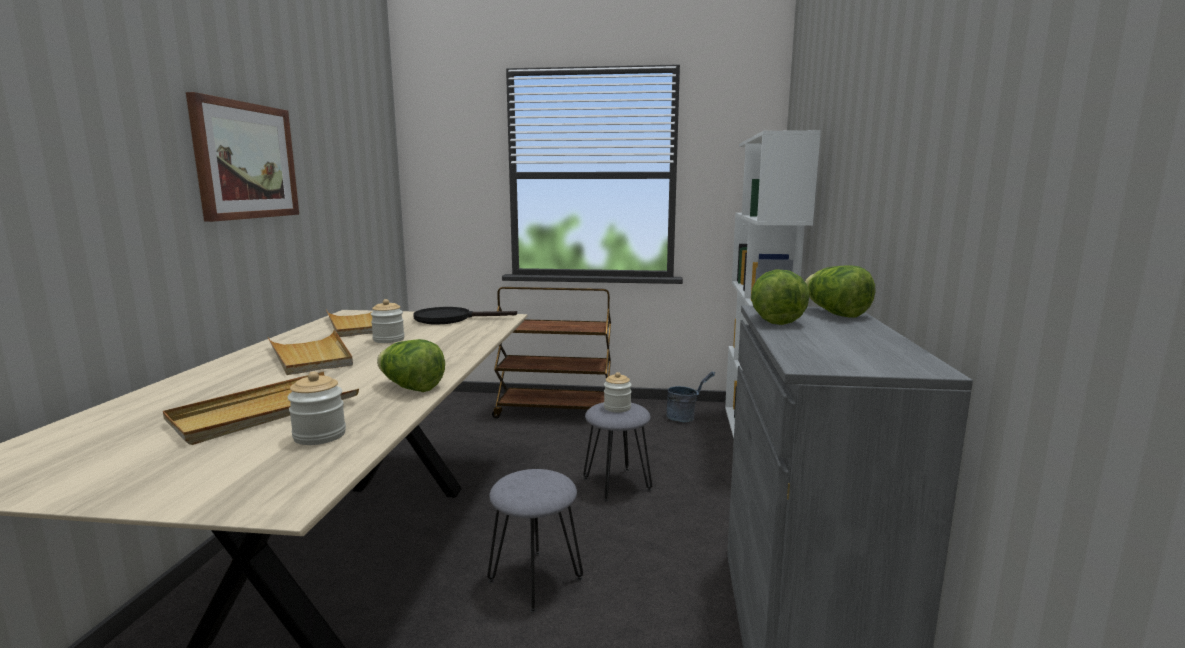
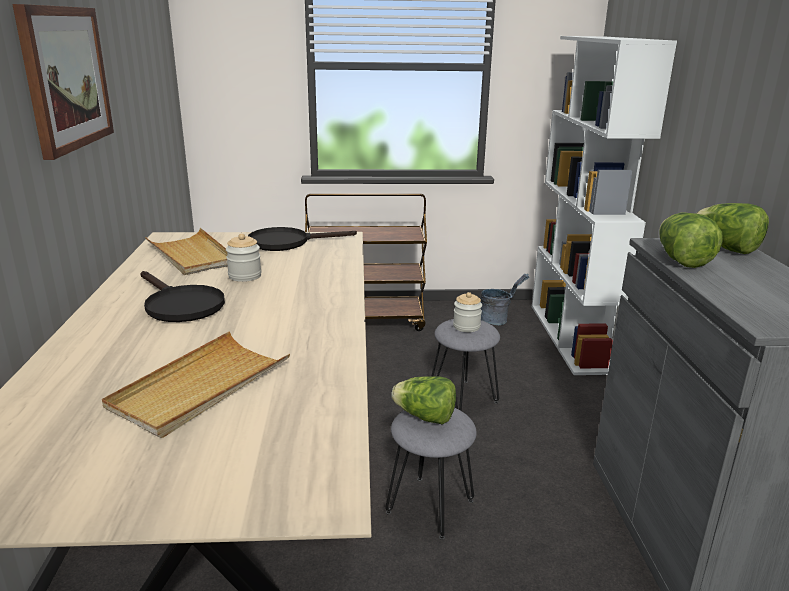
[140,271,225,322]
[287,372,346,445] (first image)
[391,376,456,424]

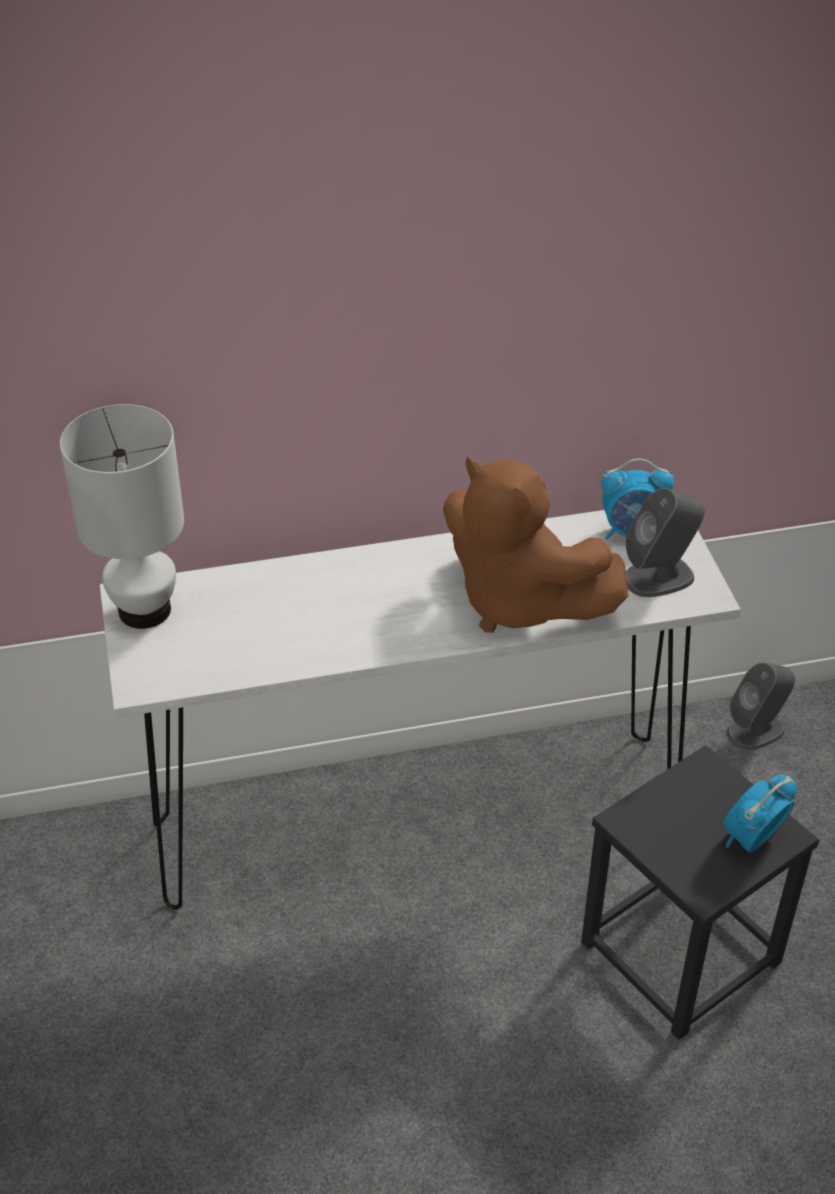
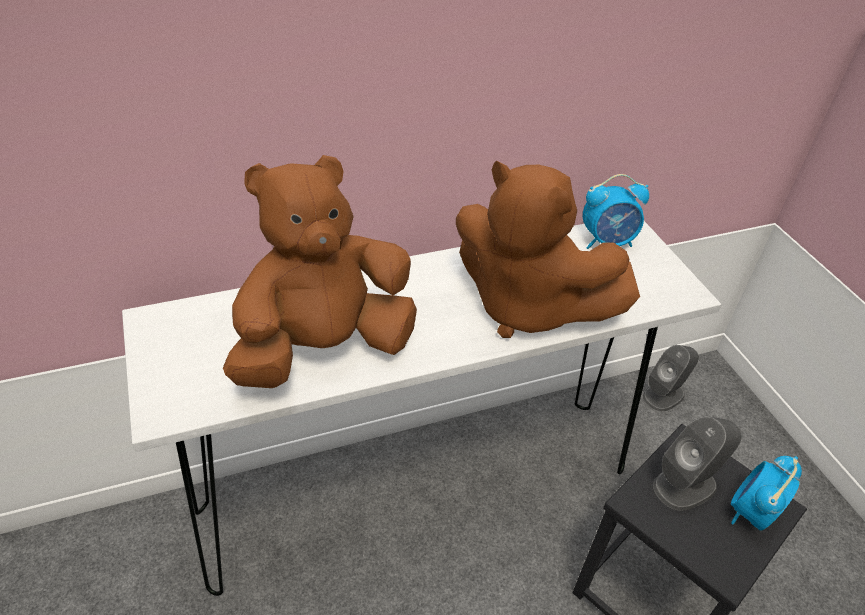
[60,404,184,629] (first image)
[653,416,741,511]
[223,155,417,388]

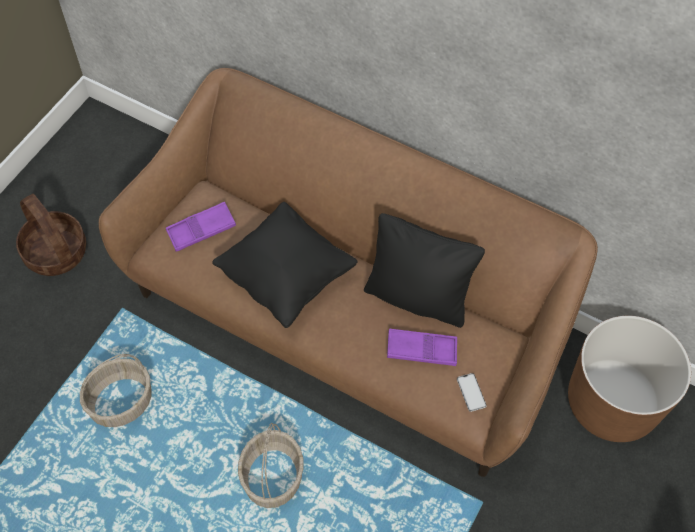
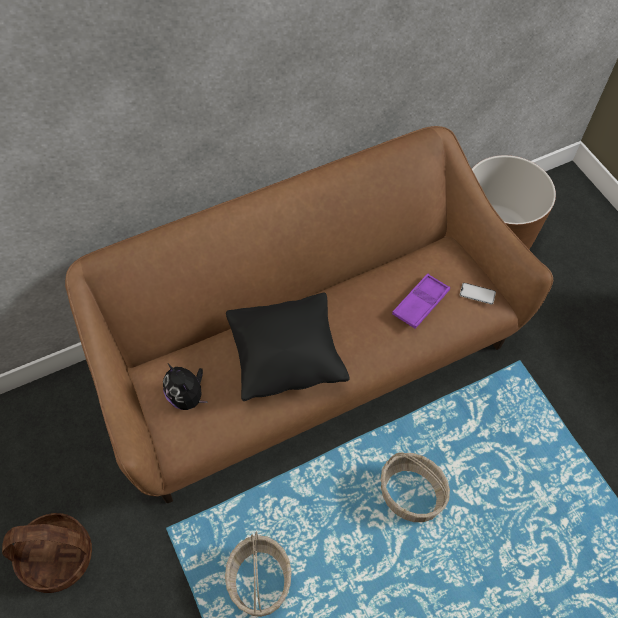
[163,363,208,410]
[364,213,485,328] (first image)

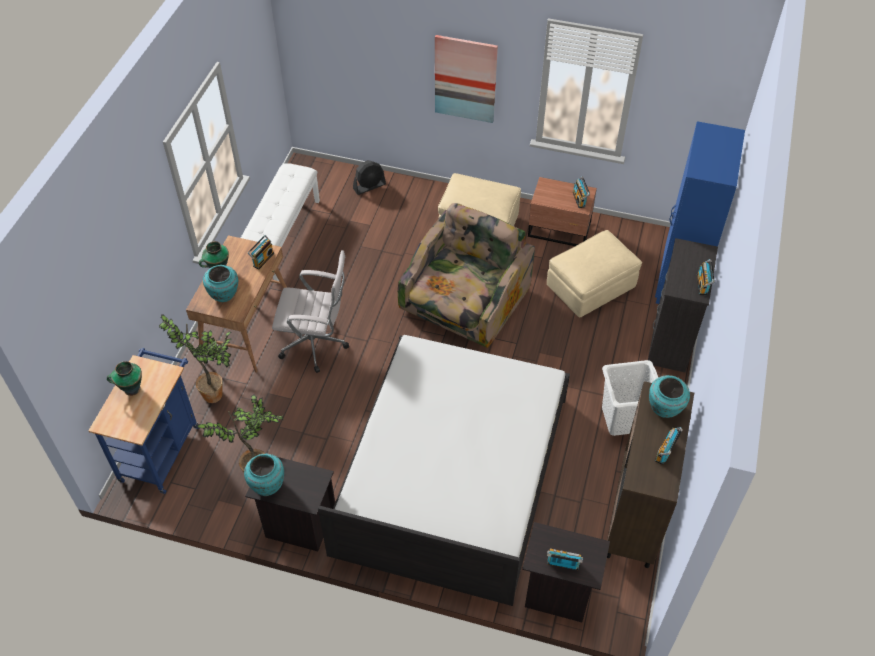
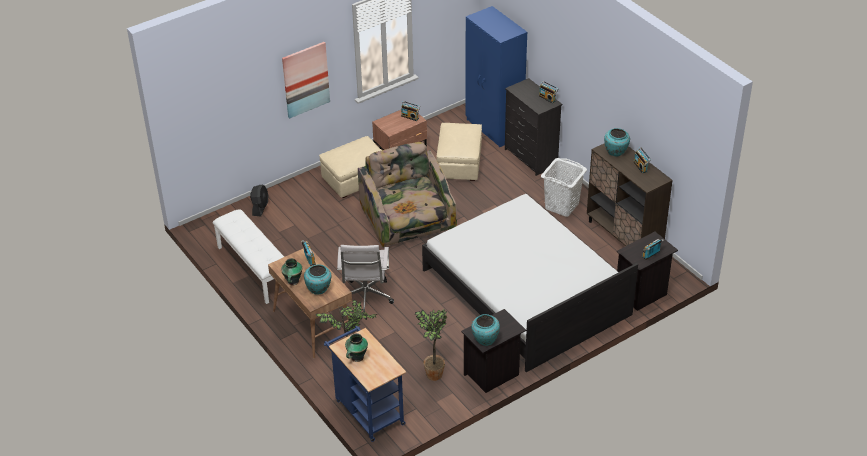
[337,245,394,317]

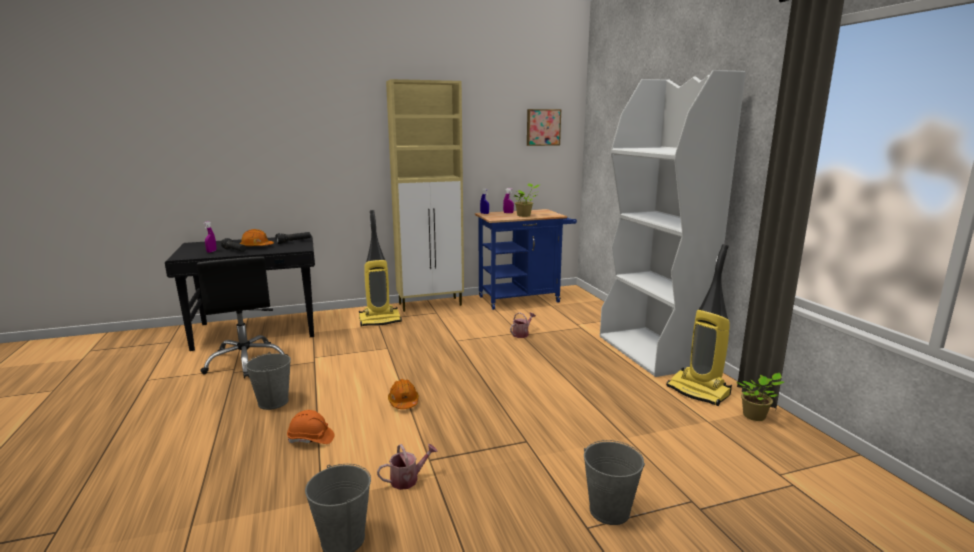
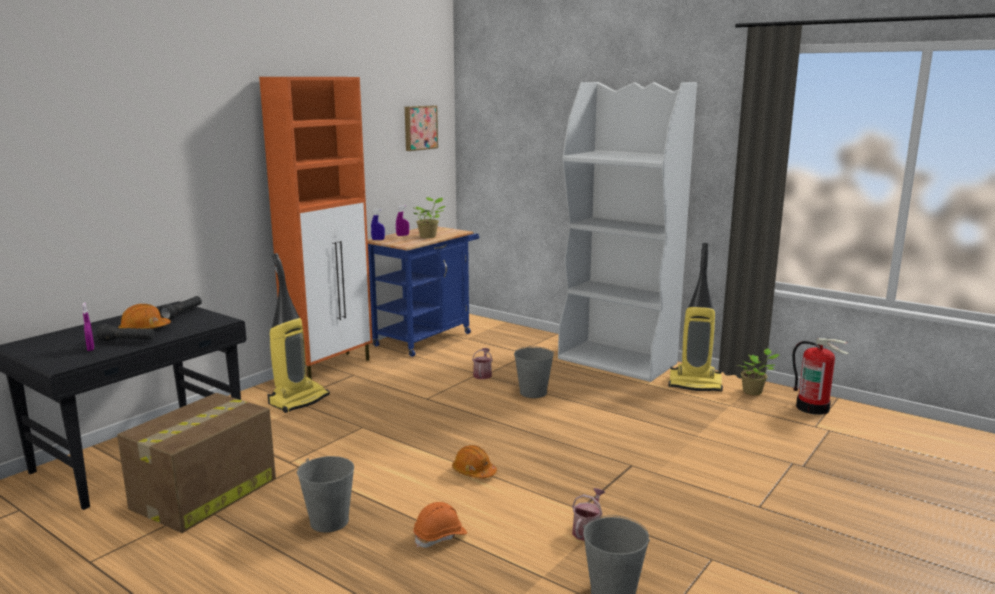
[117,393,276,533]
[259,77,373,380]
[514,346,554,398]
[792,338,850,415]

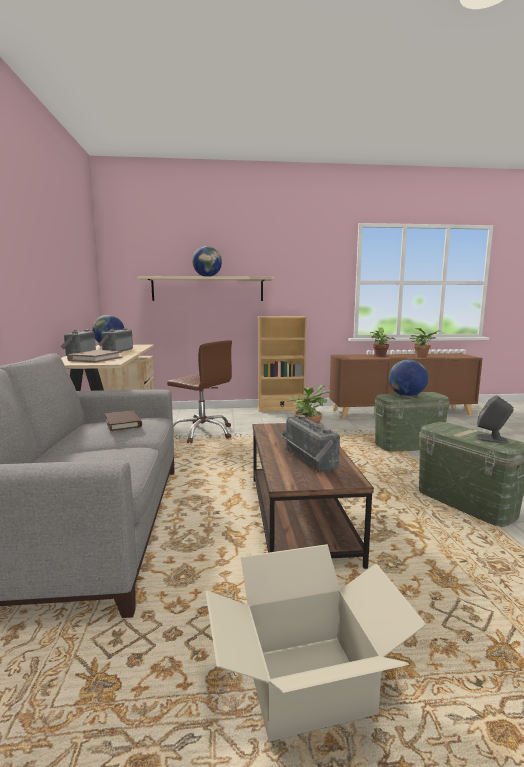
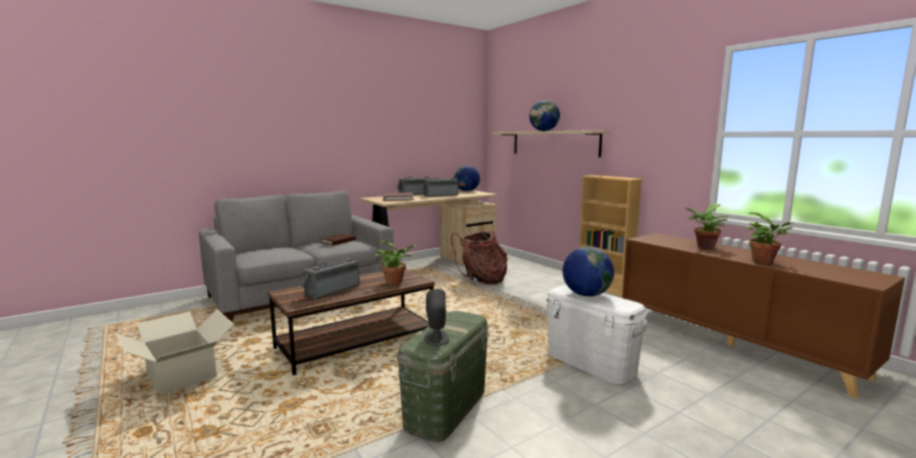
[451,231,508,284]
[546,284,648,384]

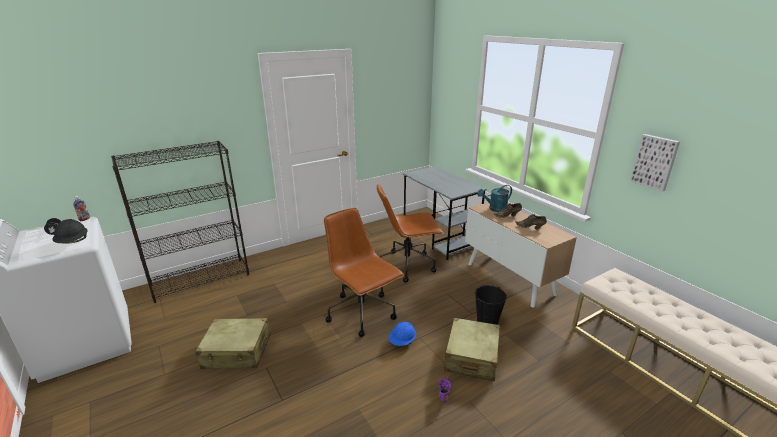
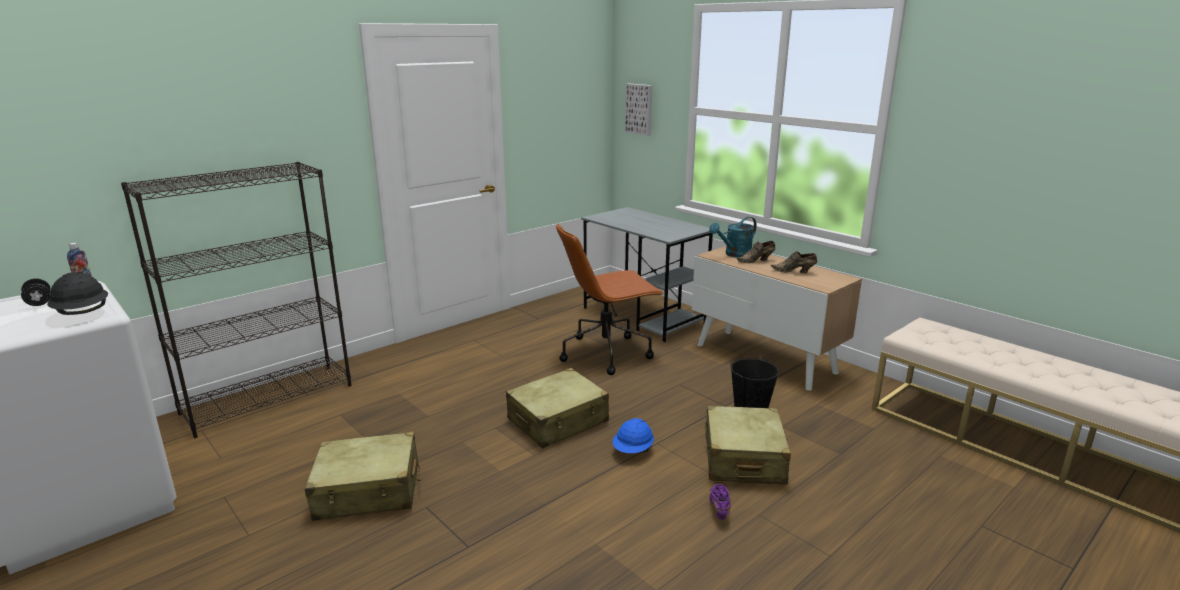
[506,368,609,448]
[625,84,652,136]

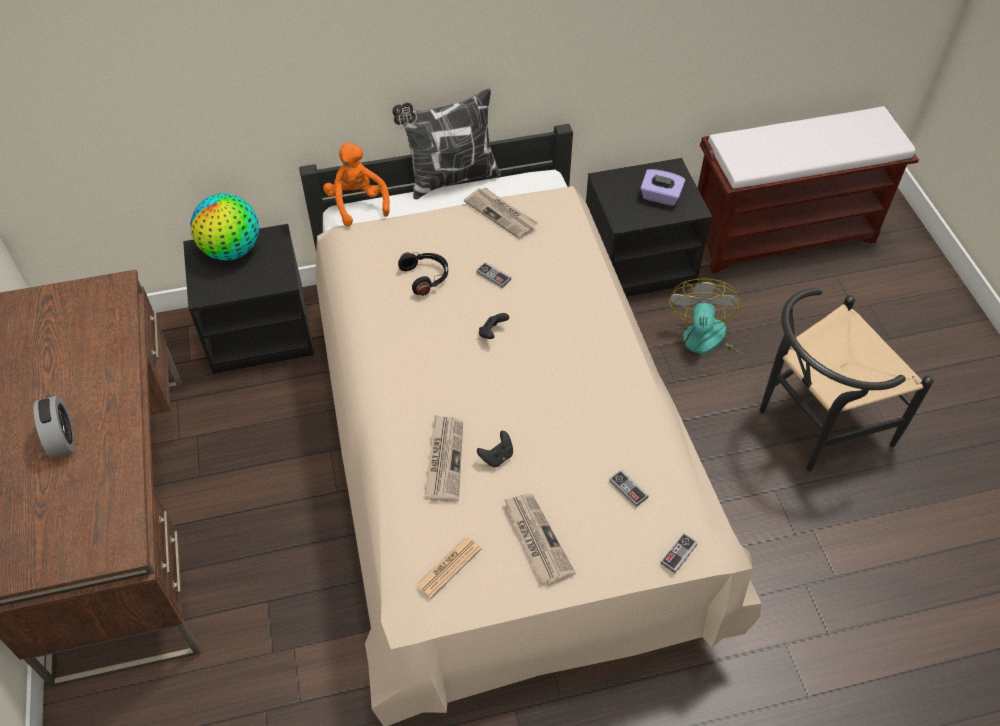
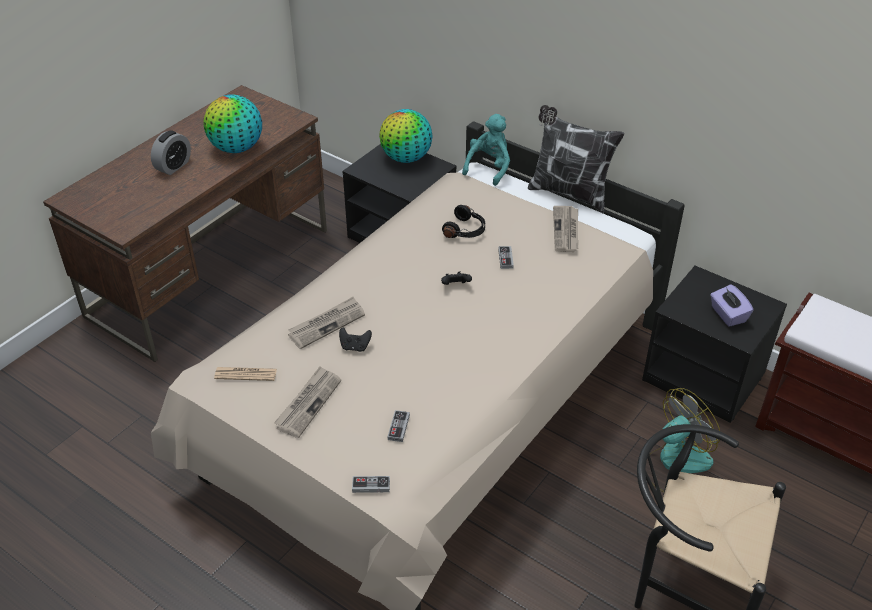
[462,114,510,186]
[204,94,262,153]

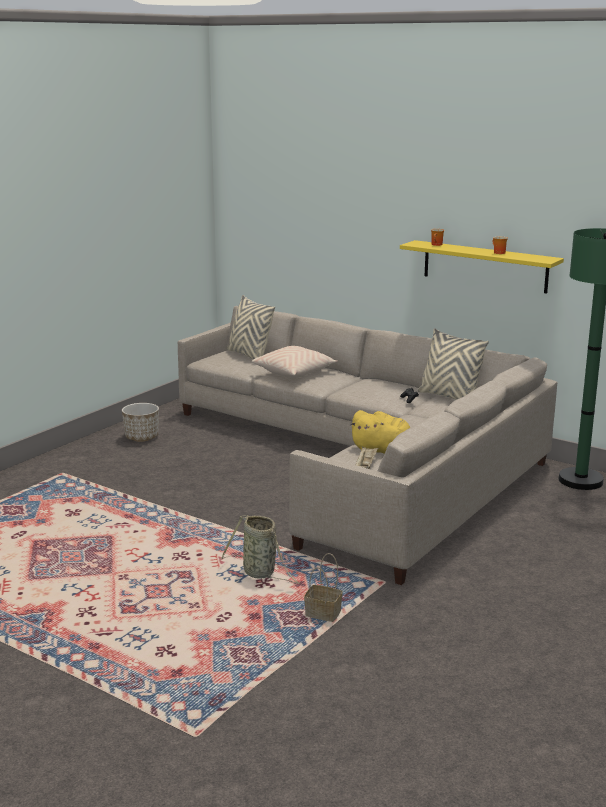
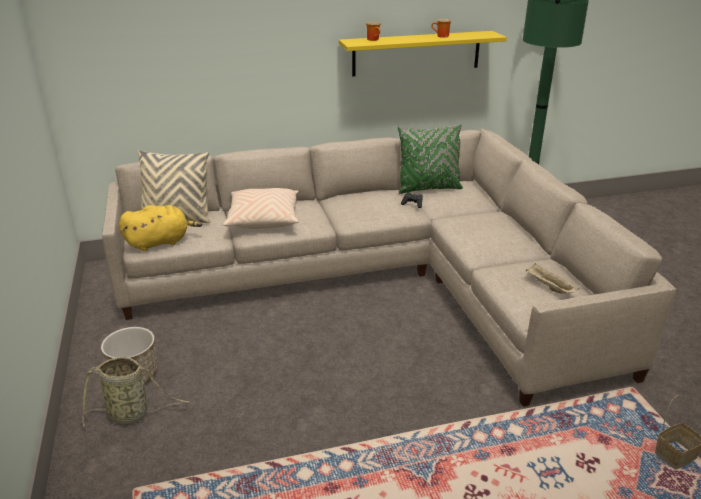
[82,357,190,426]
[119,205,202,251]
[398,125,463,194]

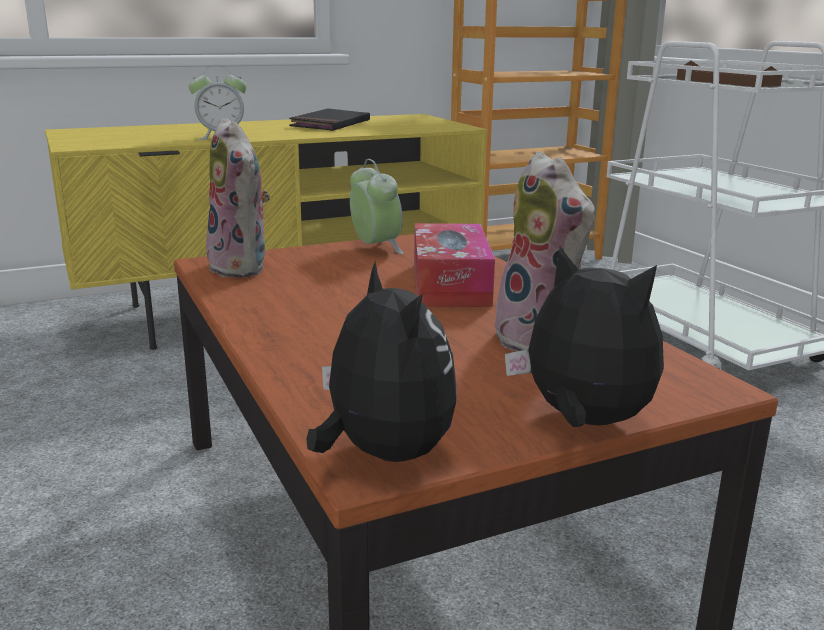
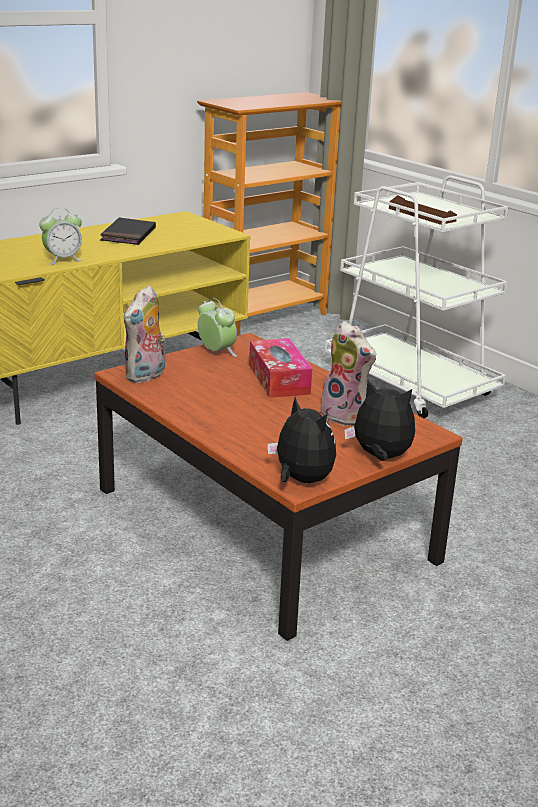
[124,285,165,383]

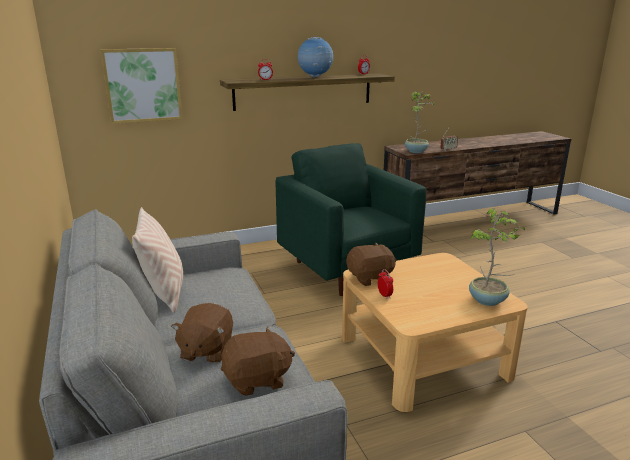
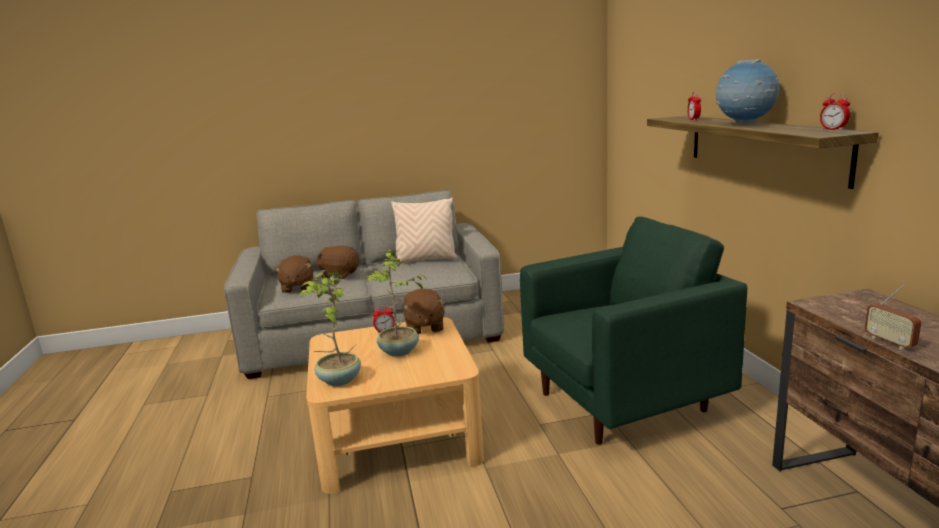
[101,48,183,124] (first image)
[366,250,426,357]

